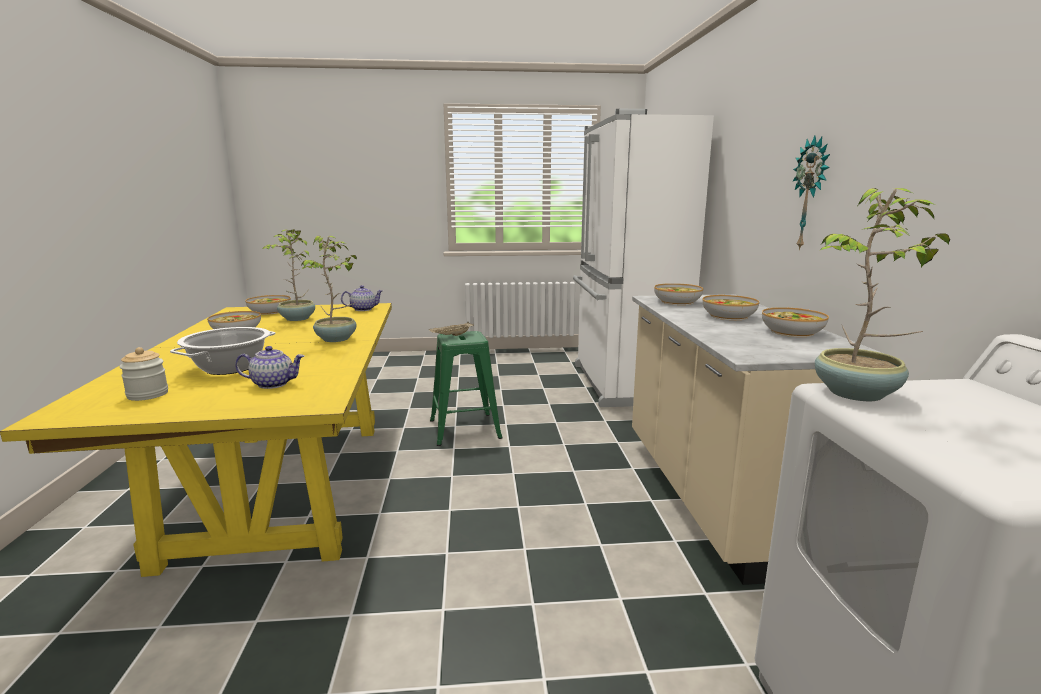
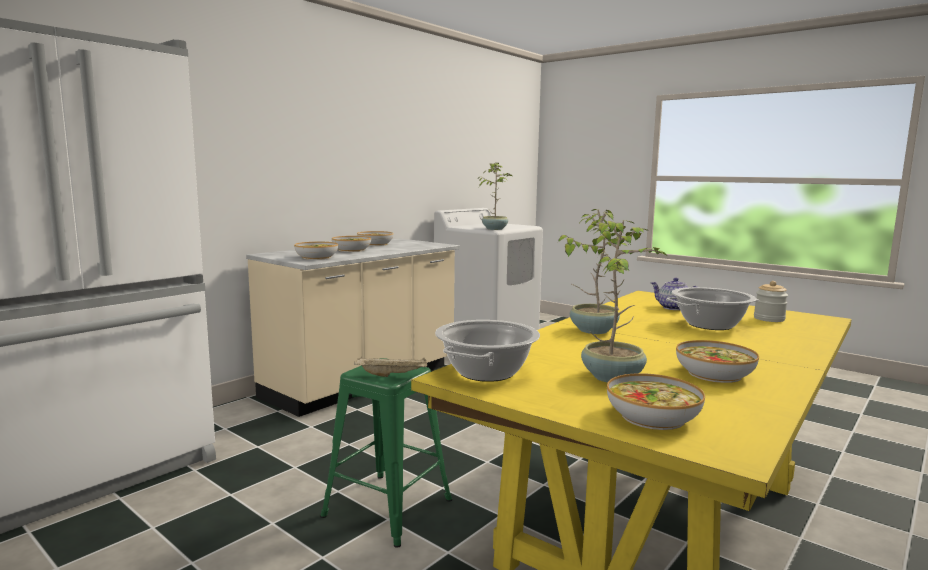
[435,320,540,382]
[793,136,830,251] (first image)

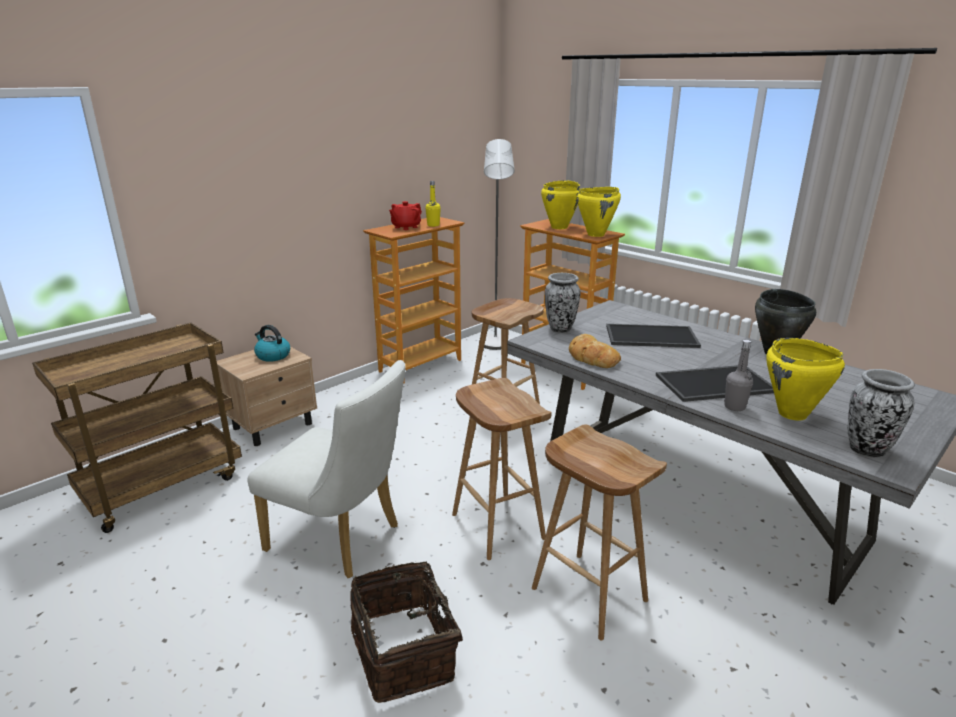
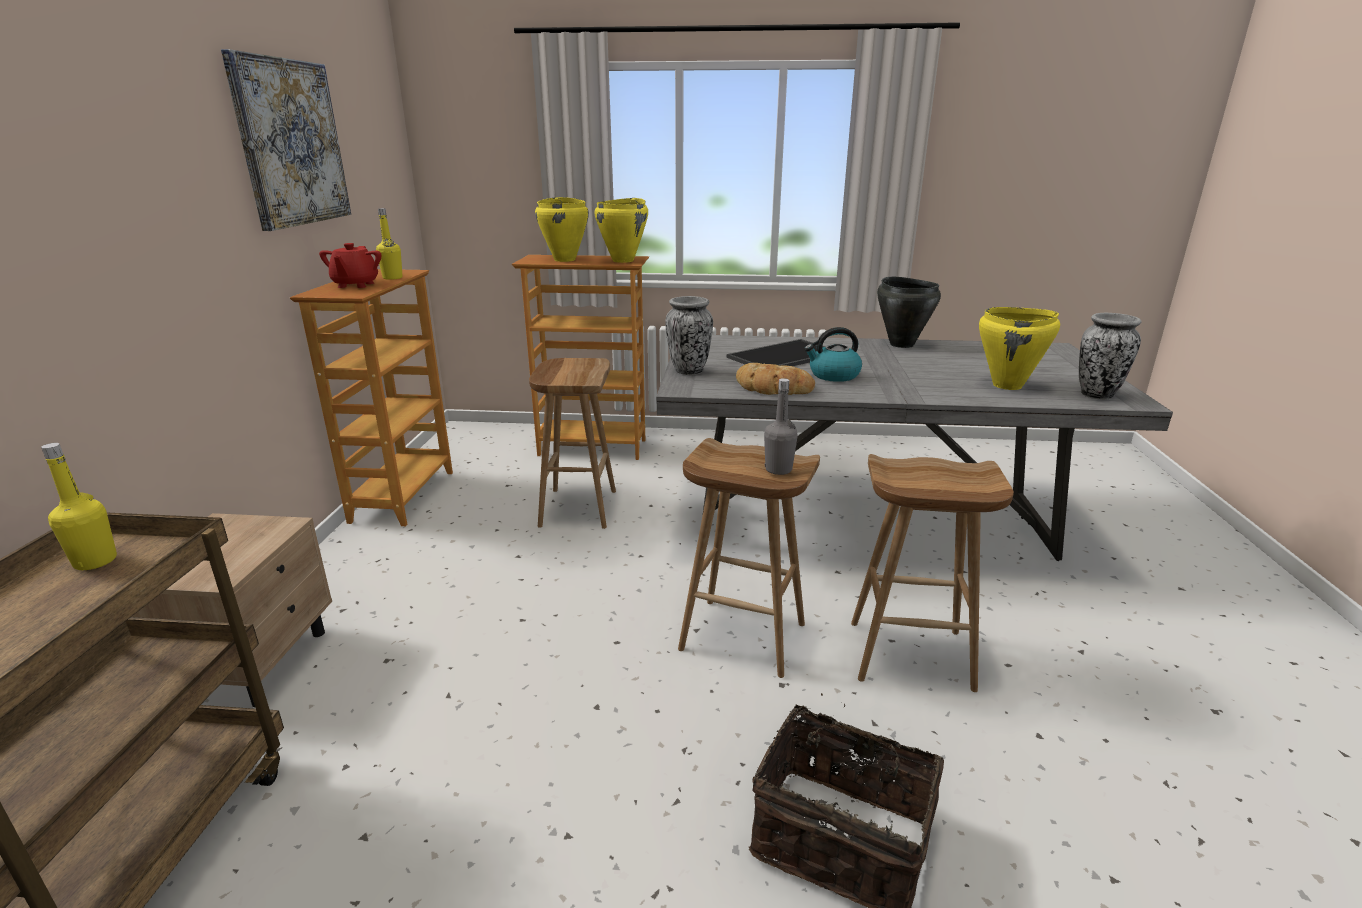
[247,360,406,578] (first image)
[804,327,862,382]
[479,139,515,350] (first image)
[656,365,774,402] (first image)
[764,378,798,475]
[41,443,117,570]
[221,49,351,231]

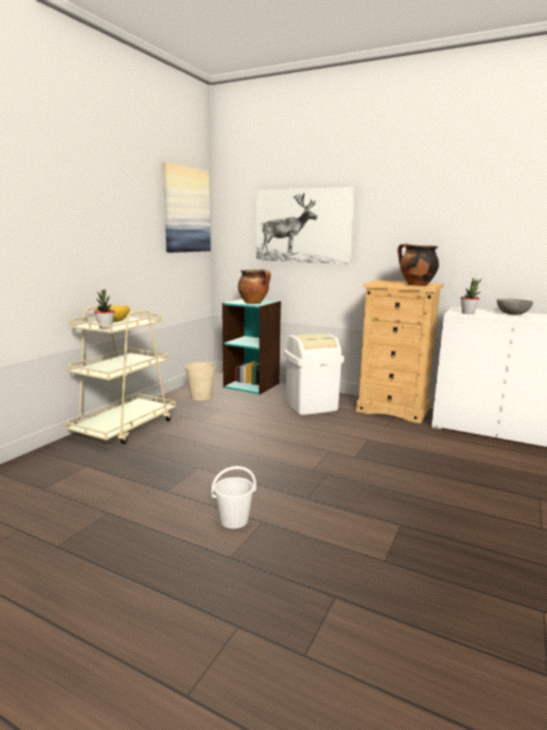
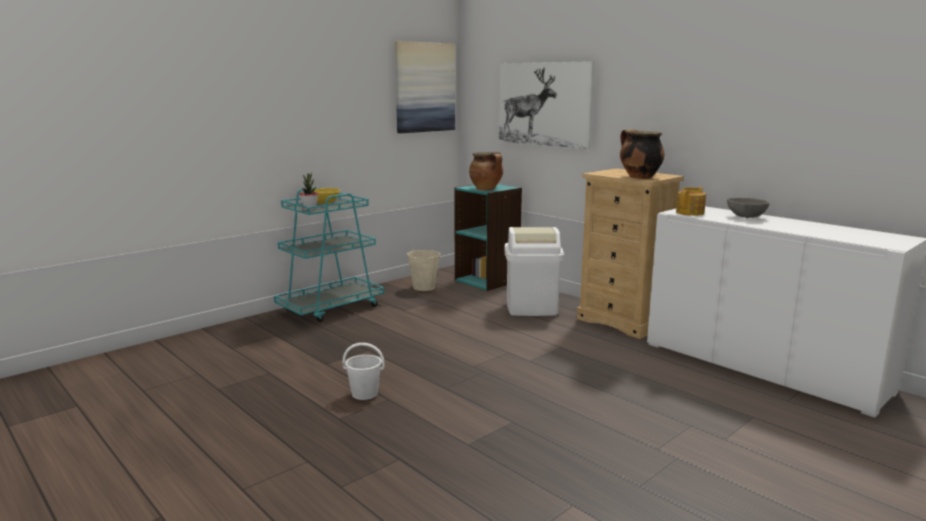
[274,187,384,322]
[676,187,706,216]

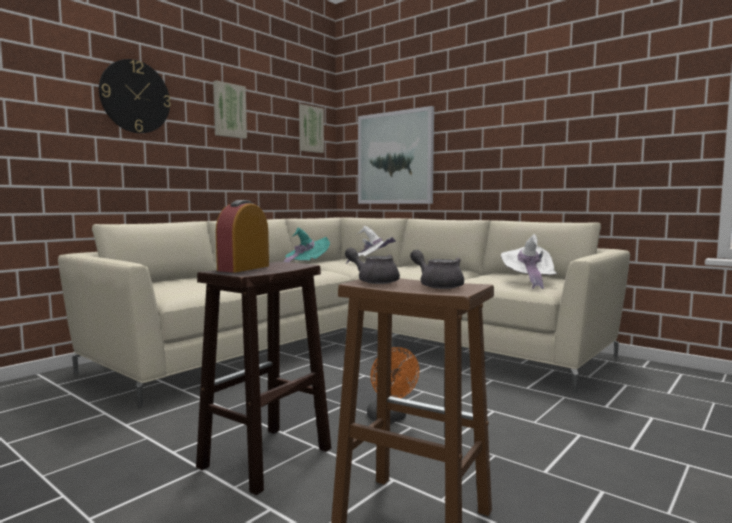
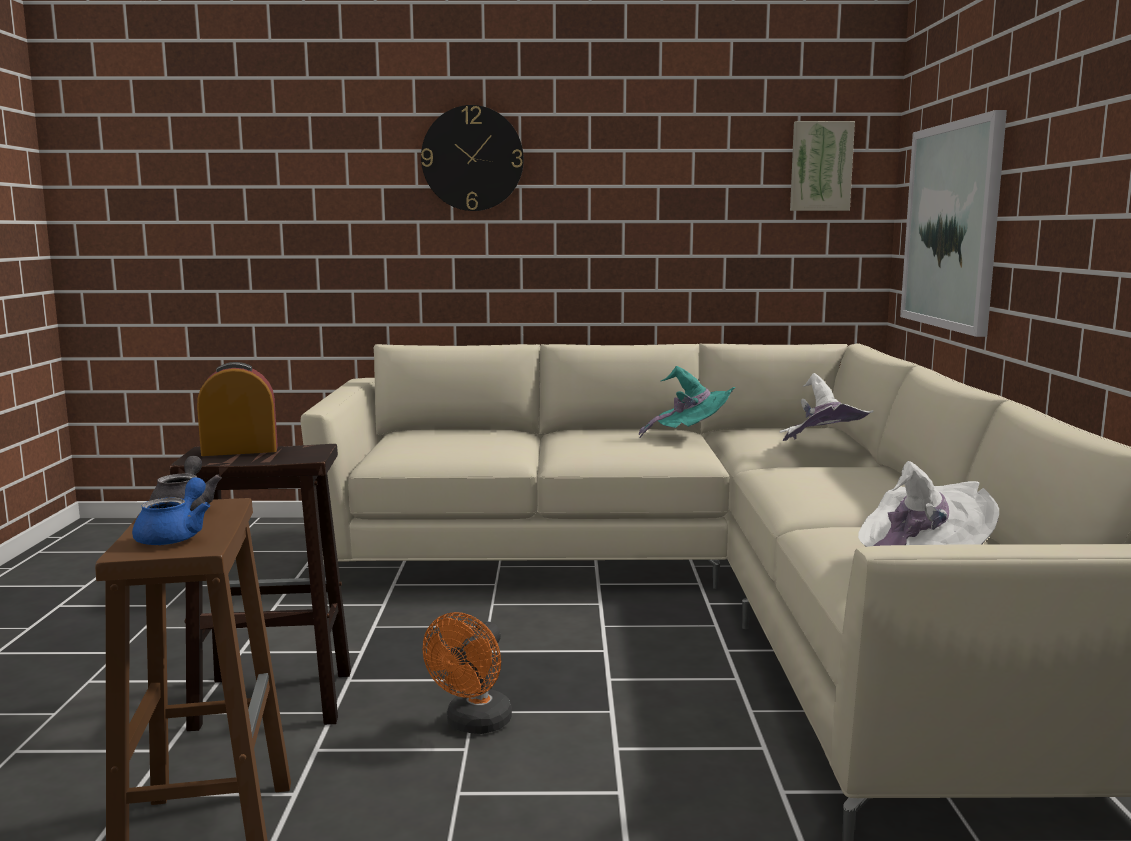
[213,80,247,139] (first image)
[132,477,210,545]

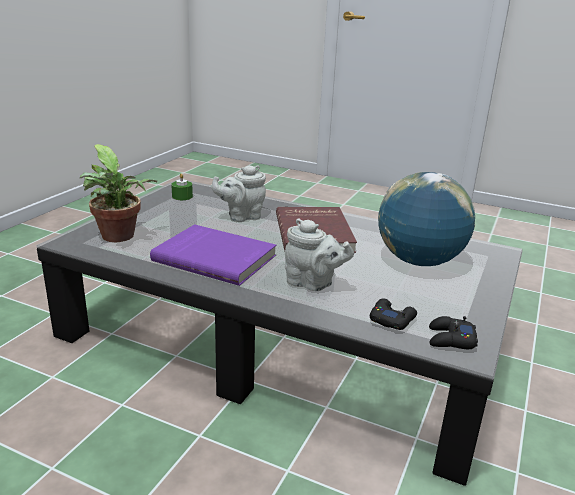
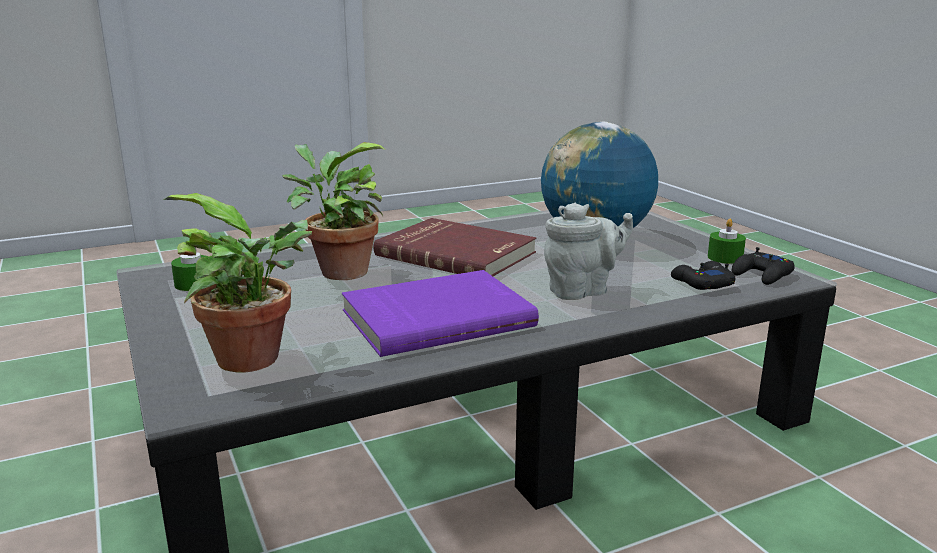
[282,142,386,280]
[708,219,746,264]

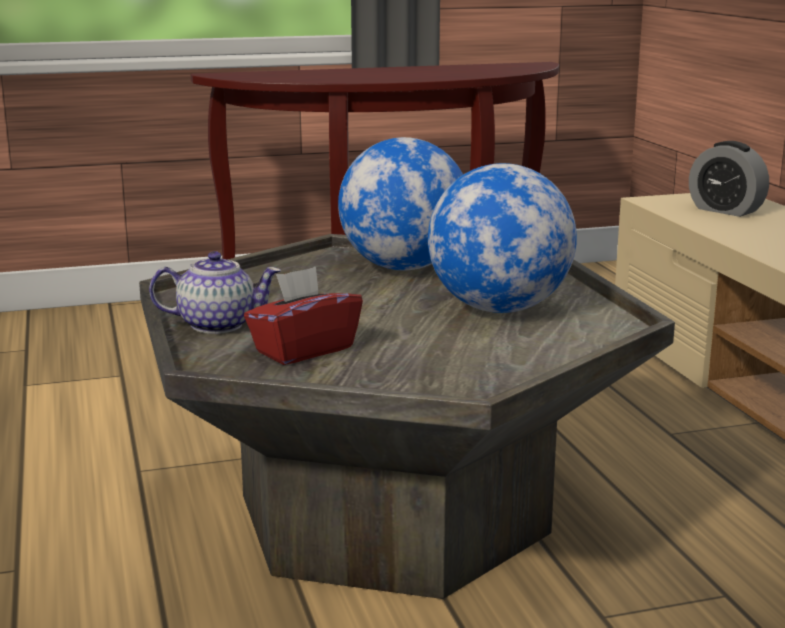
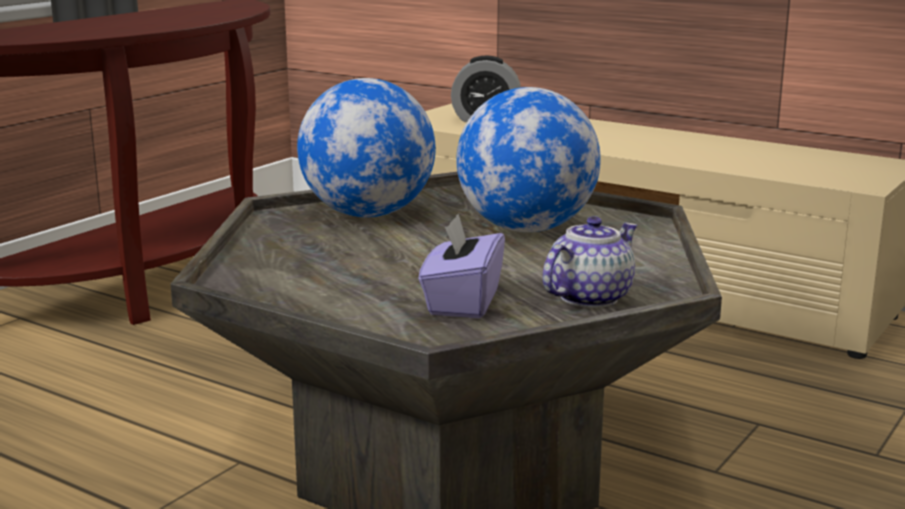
[543,216,637,308]
[419,214,505,318]

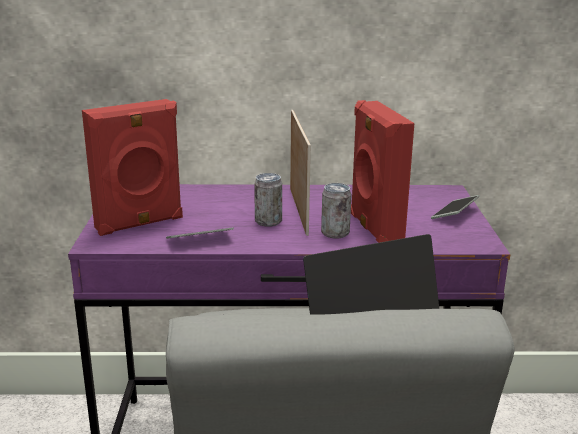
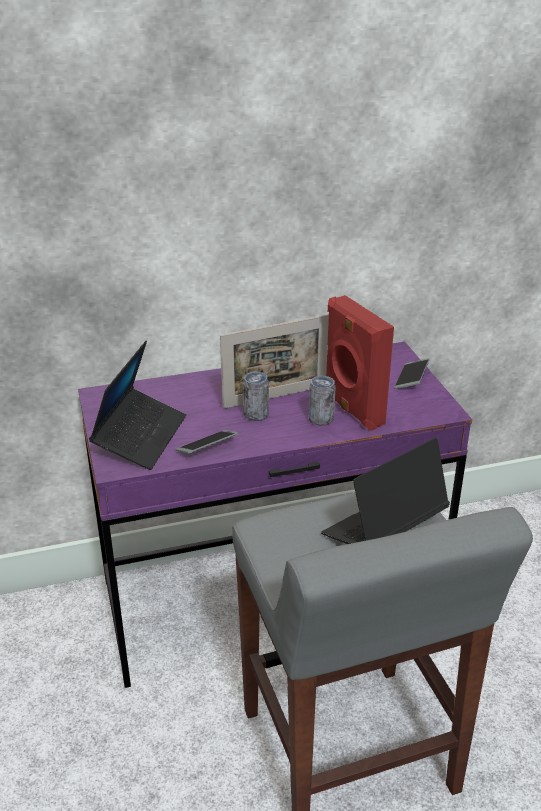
[89,341,186,470]
[220,314,329,409]

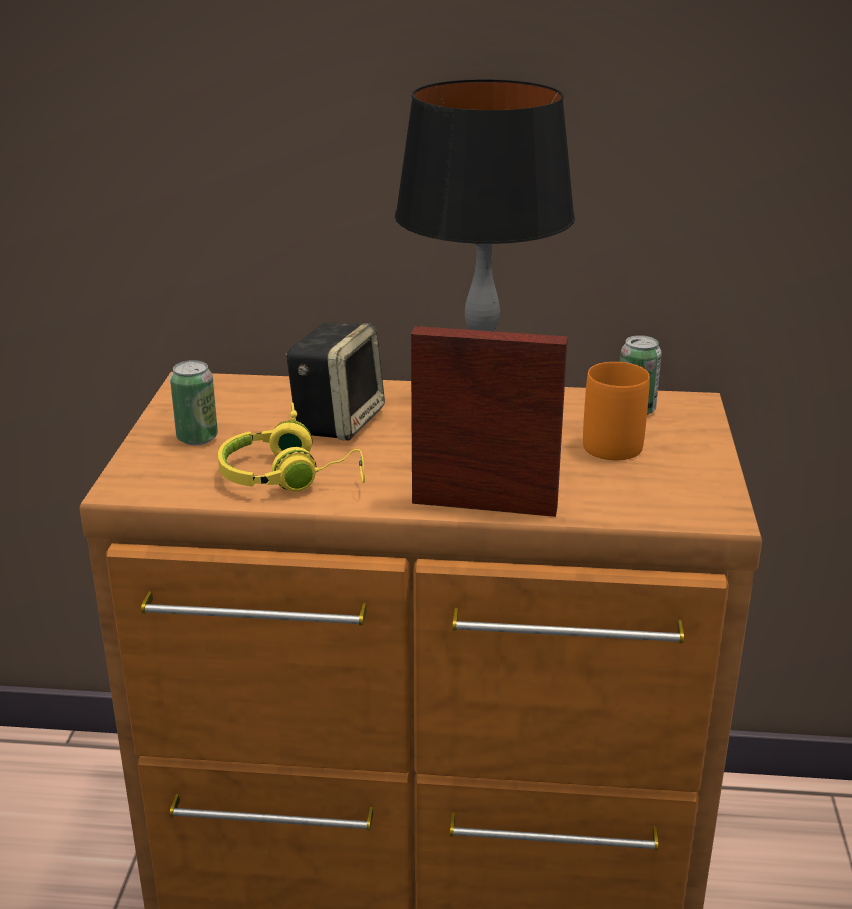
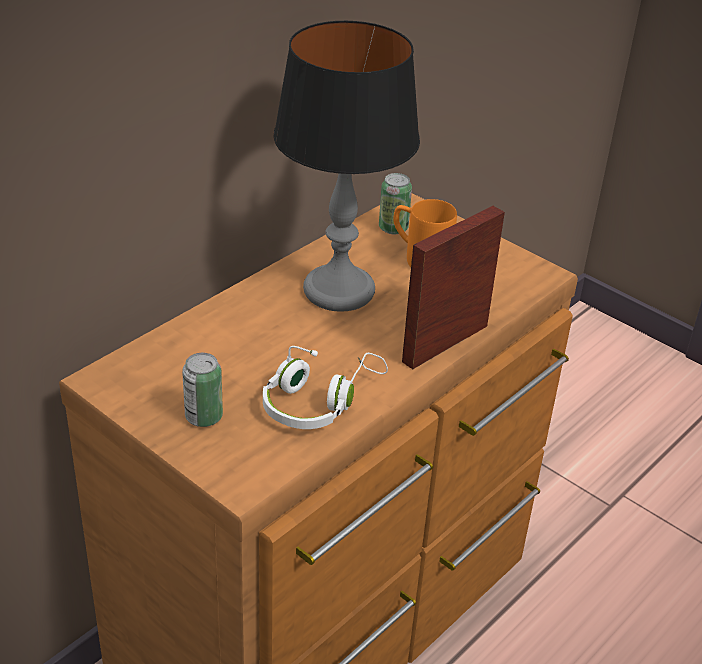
[263,346,388,429]
[285,322,385,441] (first image)

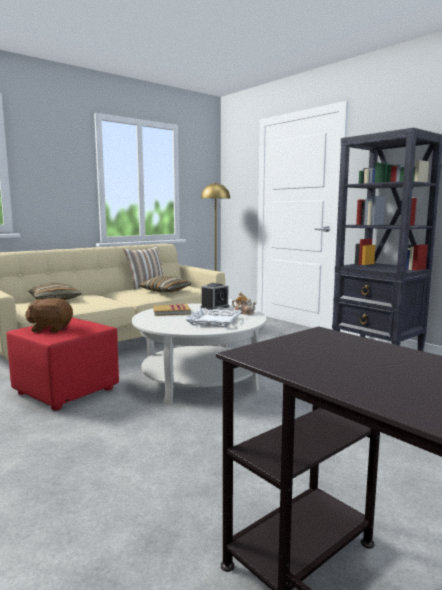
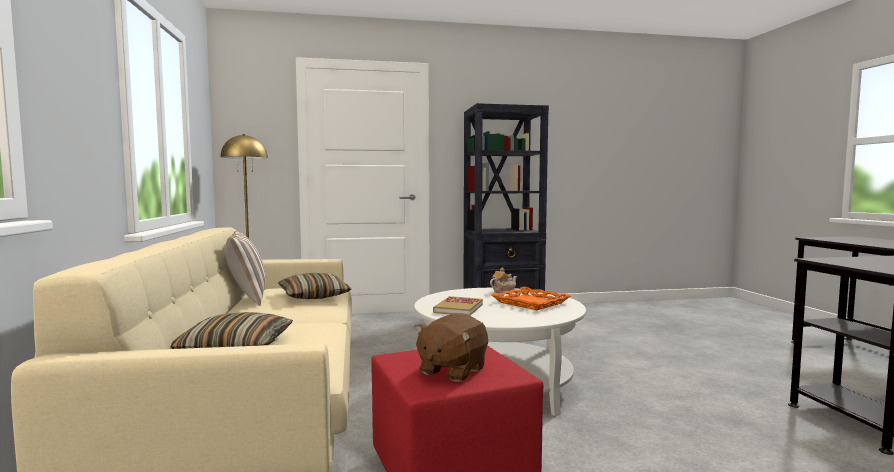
[491,287,571,310]
[201,283,229,310] (first image)

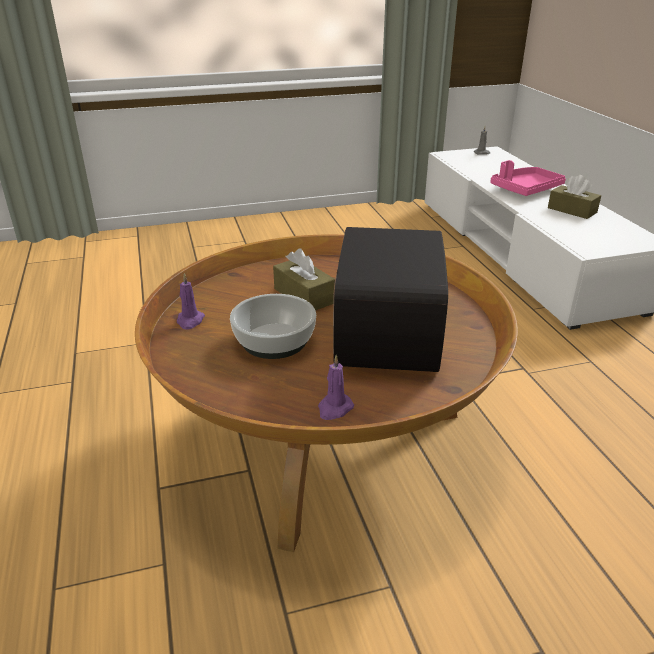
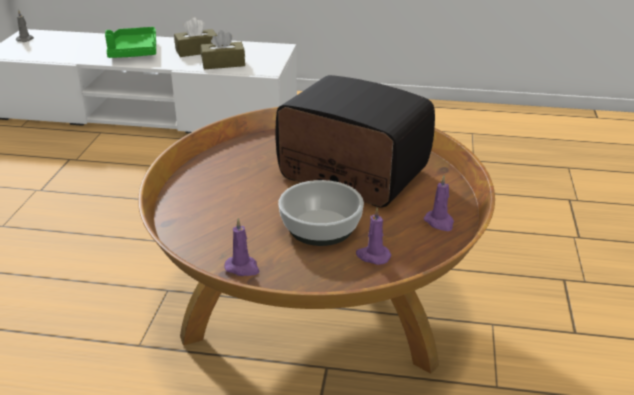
[201,30,245,69]
[105,27,156,58]
[356,208,392,265]

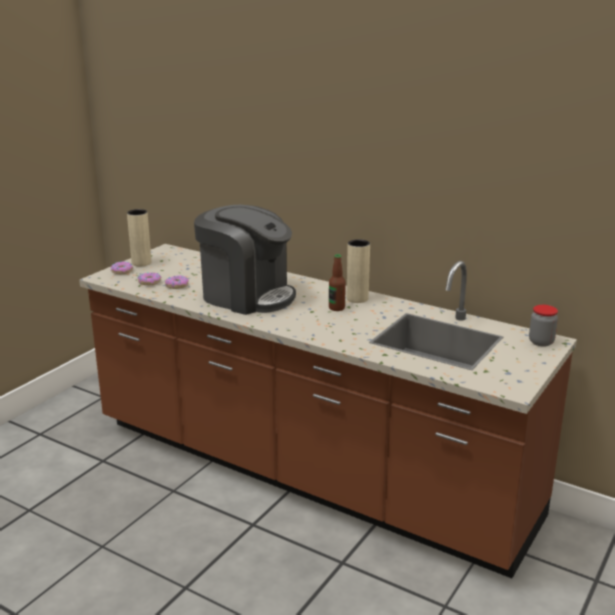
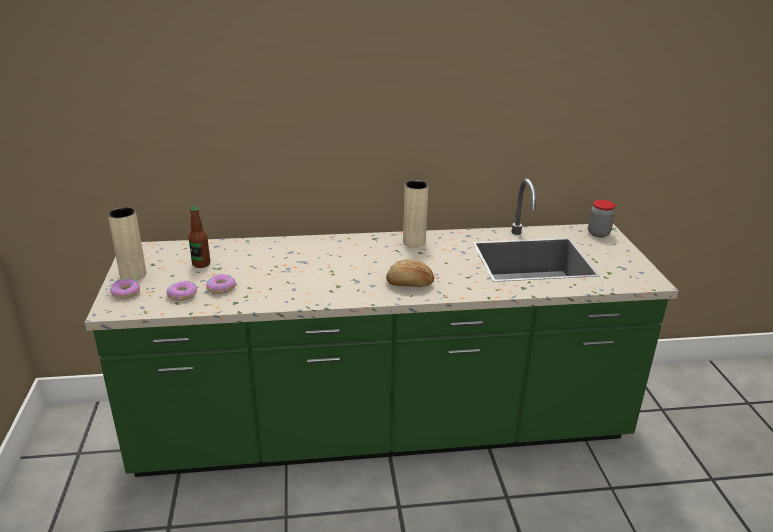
[85,178,678,477]
[194,205,296,315] (first image)
[188,207,210,268]
[386,259,434,287]

